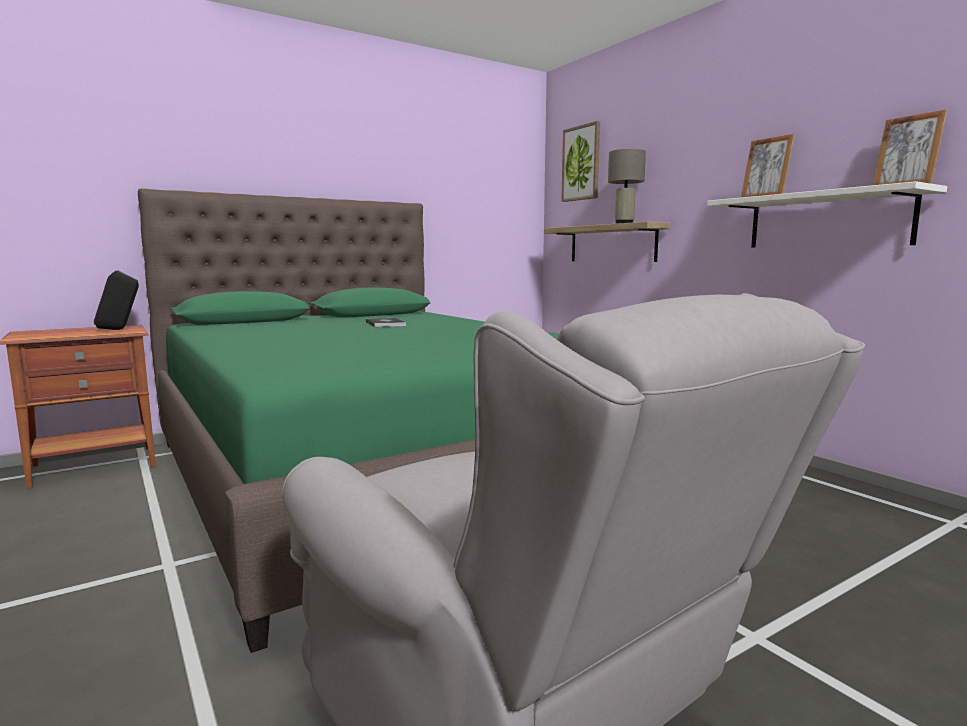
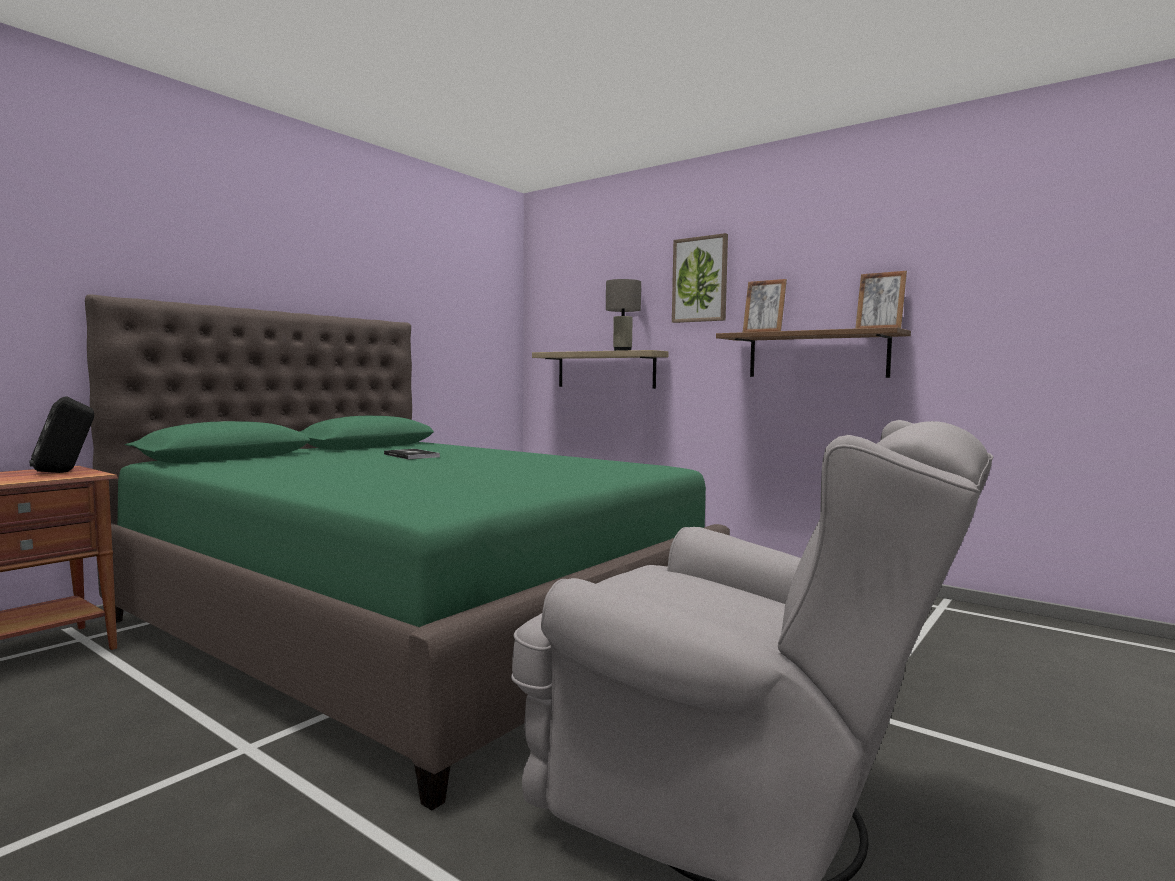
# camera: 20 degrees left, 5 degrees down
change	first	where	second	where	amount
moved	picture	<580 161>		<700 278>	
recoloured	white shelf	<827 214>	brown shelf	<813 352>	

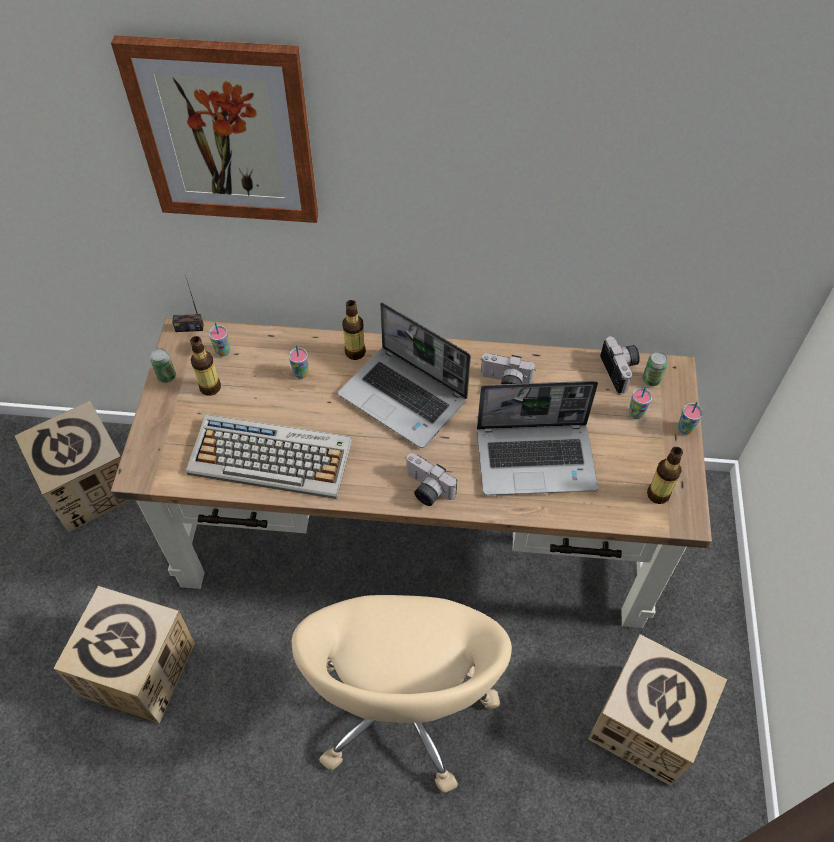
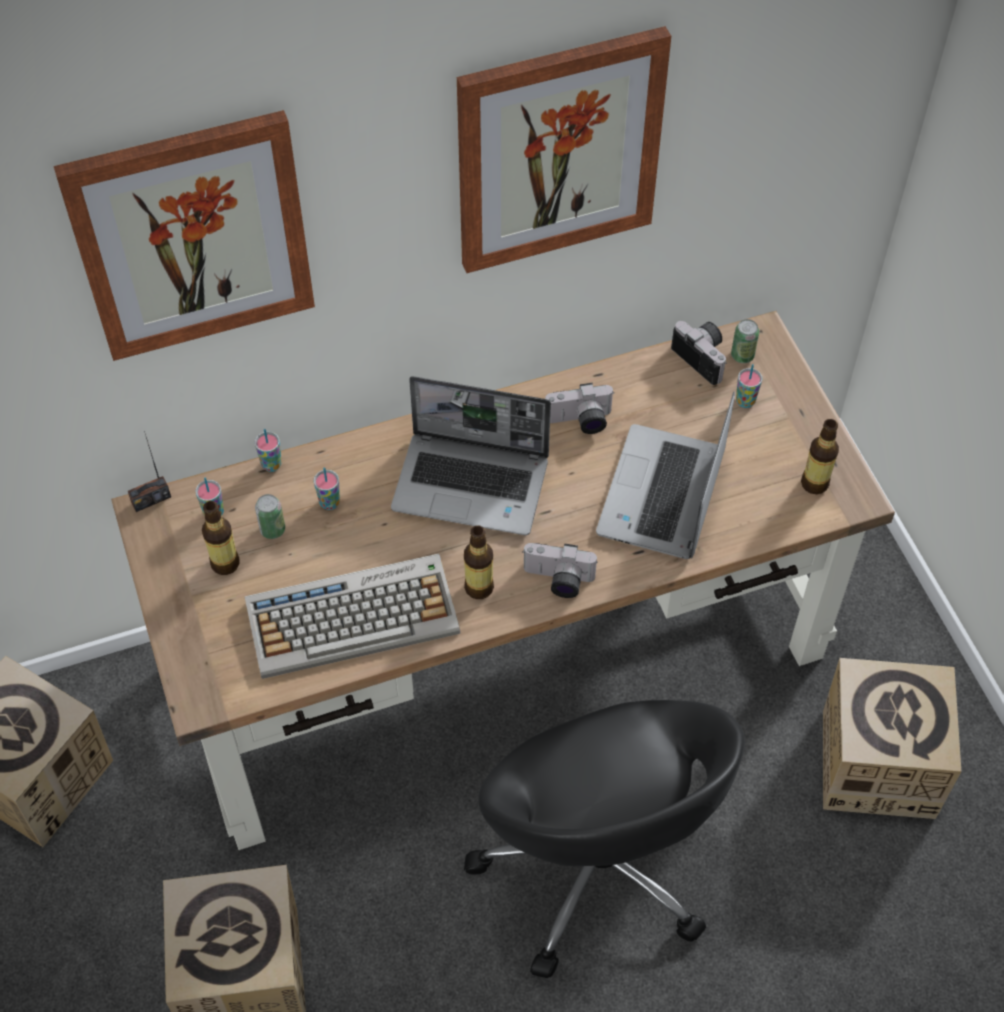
# camera: 25 degrees left, 0 degrees up
change	first	where	second	where	amount
added			picture	<564 149>	
moved	can	<163 365>		<270 516>	
moved	bottle	<354 330>		<479 562>	
moved	cup	<690 418>		<268 450>	
recoloured	beige office chair	<402 694>	black office chair	<604 839>	
turned	laptop	<537 438>		<665 475>	135 degrees clockwise

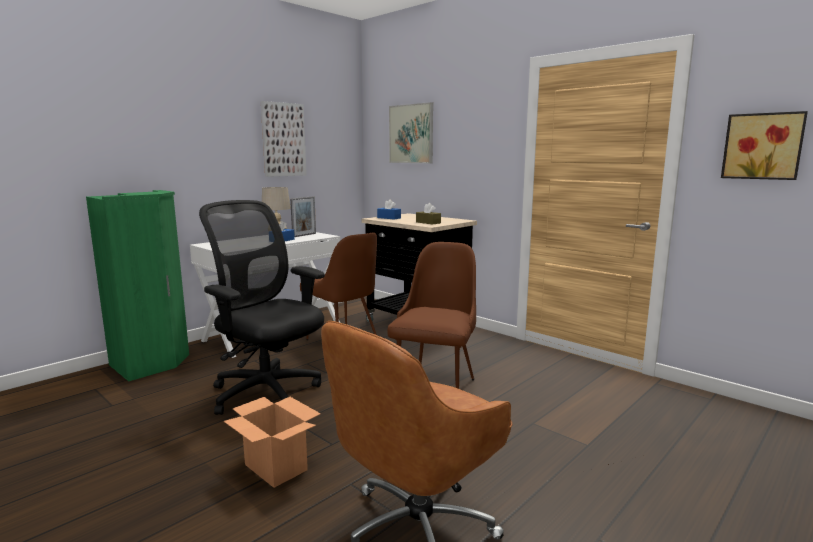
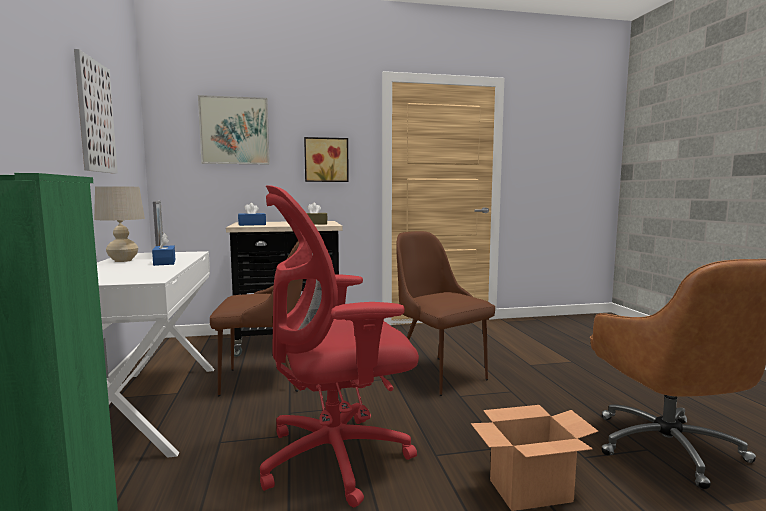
# camera: 55 degrees left, 5 degrees down
change	first	where	second	where	amount
moved	picture	<764 145>		<326 159>	
recoloured	black office chair	<262 307>	red office chair	<339 346>	

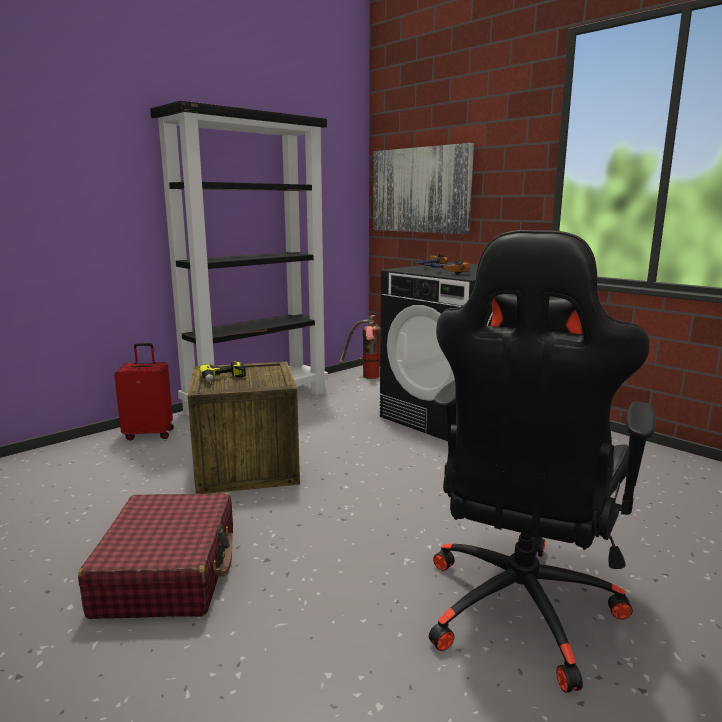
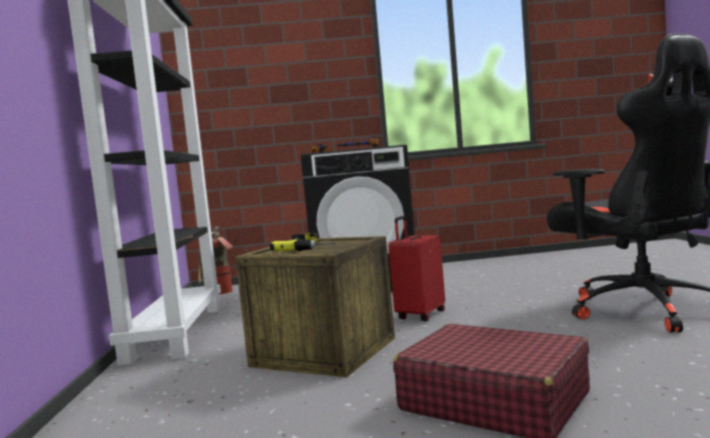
# camera: 50 degrees left, 10 degrees down
change	first	where	second	where	amount
removed	picture	<423 188>			
moved	red suitcase	<144 391>		<417 268>	

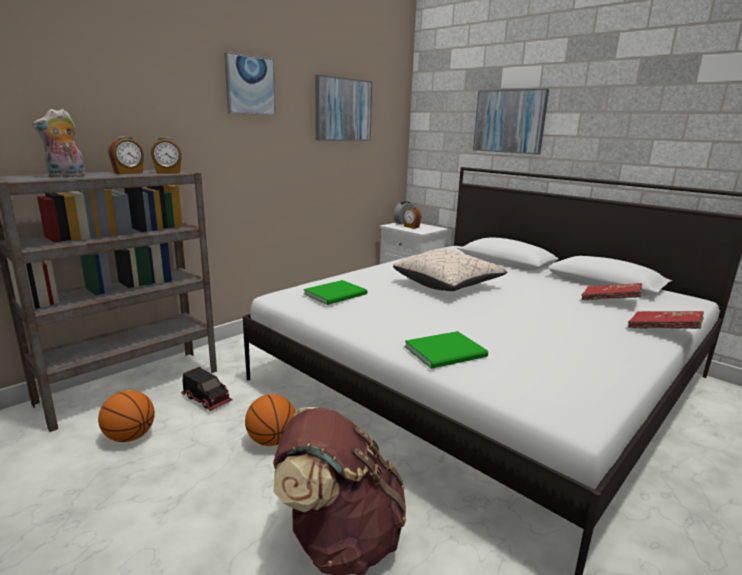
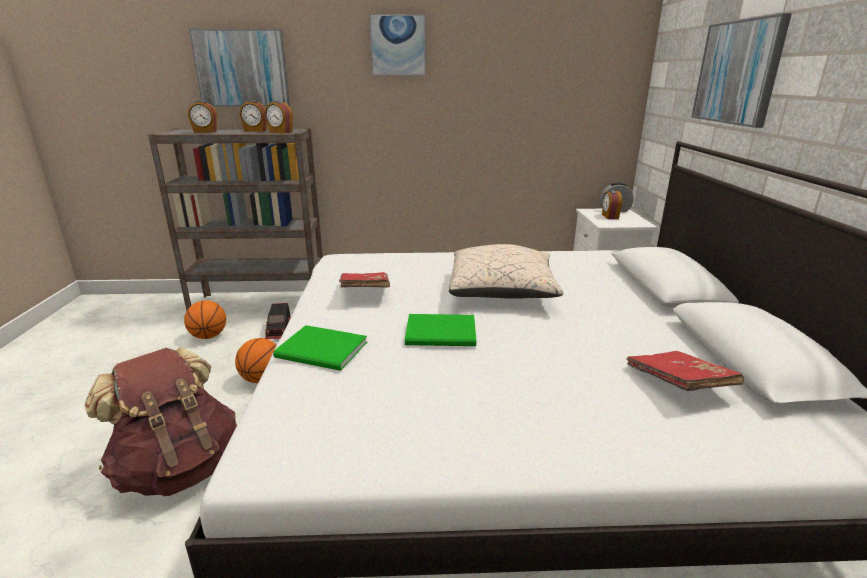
# camera: 45 degrees right, 5 degrees up
change	first	where	second	where	amount
moved	green book	<335 292>		<440 330>	
moved	picture	<343 108>		<239 68>	
moved	red book	<666 320>		<364 280>	
replaced	plush toy	<58 143>	alarm clock	<202 116>	

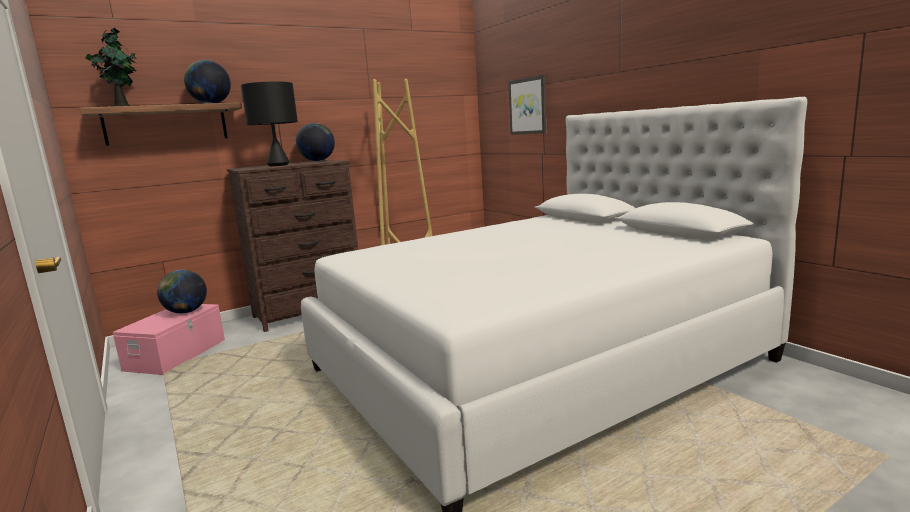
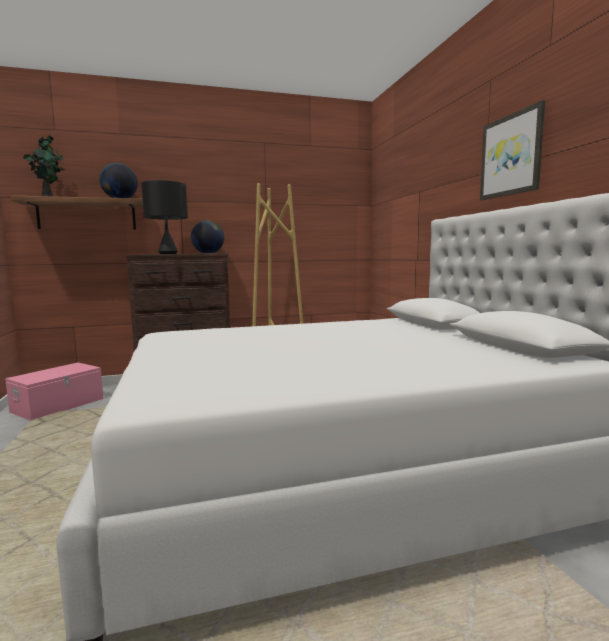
# camera: 15 degrees right, 5 degrees down
change	first	where	second	where	amount
removed	globe	<182 292>			
moved	picture	<527 105>		<512 150>	

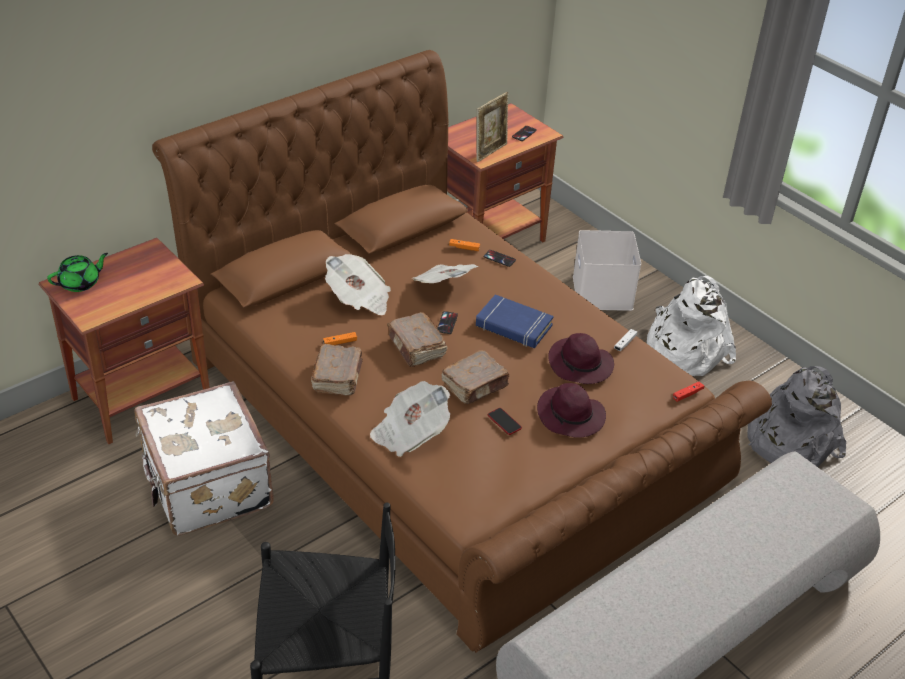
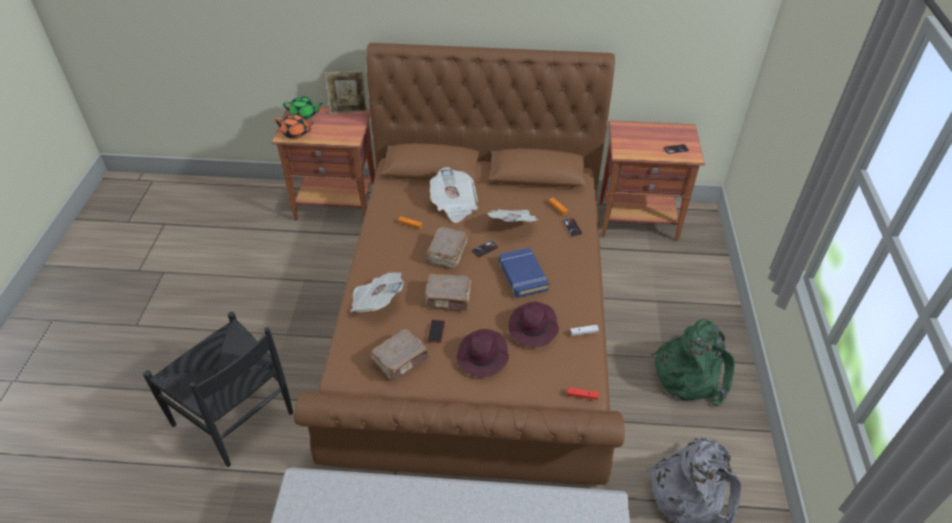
# camera: 45 degrees right, 5 degrees up
change	first	where	second	where	amount
removed	white suitcase	<204 458>			
removed	white storage box	<607 270>			
added			orange teapot	<294 126>	
moved	brown book	<337 370>		<400 354>	
moved	picture frame	<492 127>		<346 92>	
recoloured	white backpack	<691 326>	green backpack	<692 362>	

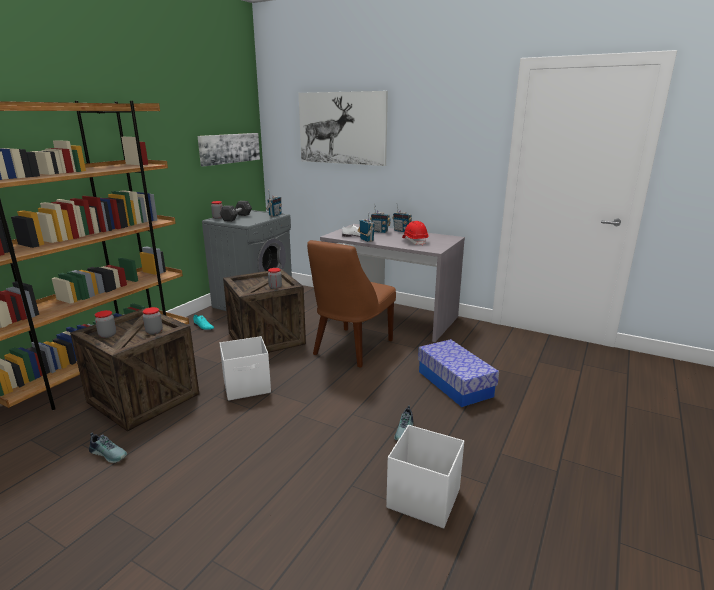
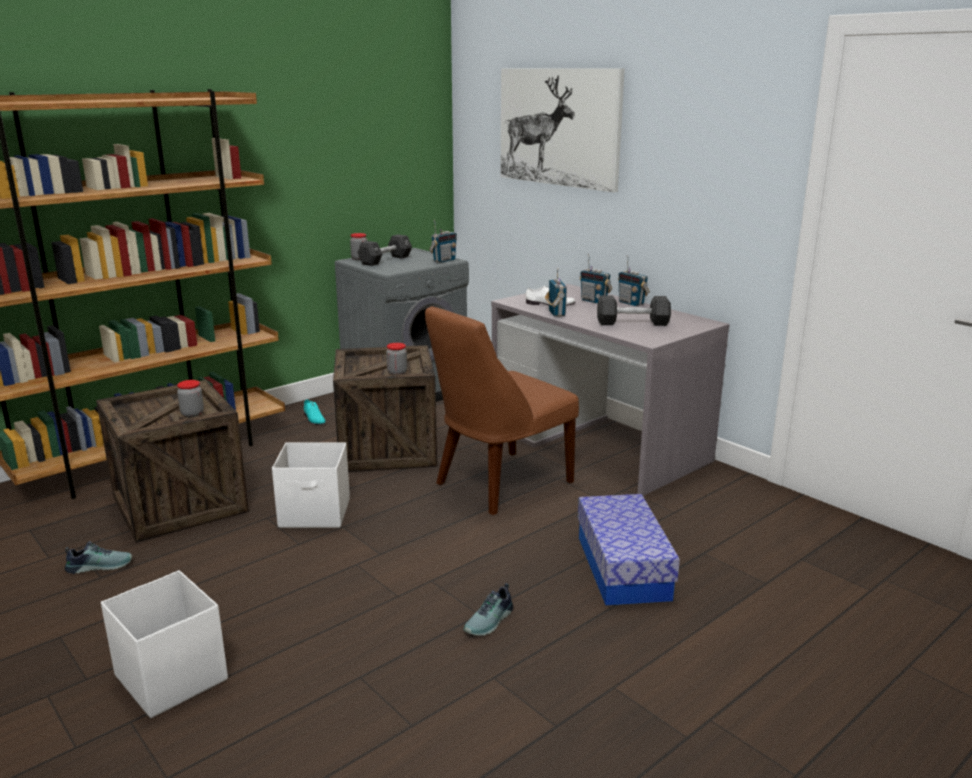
# camera: 20 degrees right, 0 degrees up
change	first	where	second	where	amount
removed	jar	<105 324>			
removed	picture	<229 149>			
moved	white storage box	<425 476>		<164 644>	
replaced	red hard hat	<415 233>	black dumbbell	<634 311>	
turned	shoe	<108 448>		<98 557>	60 degrees counterclockwise

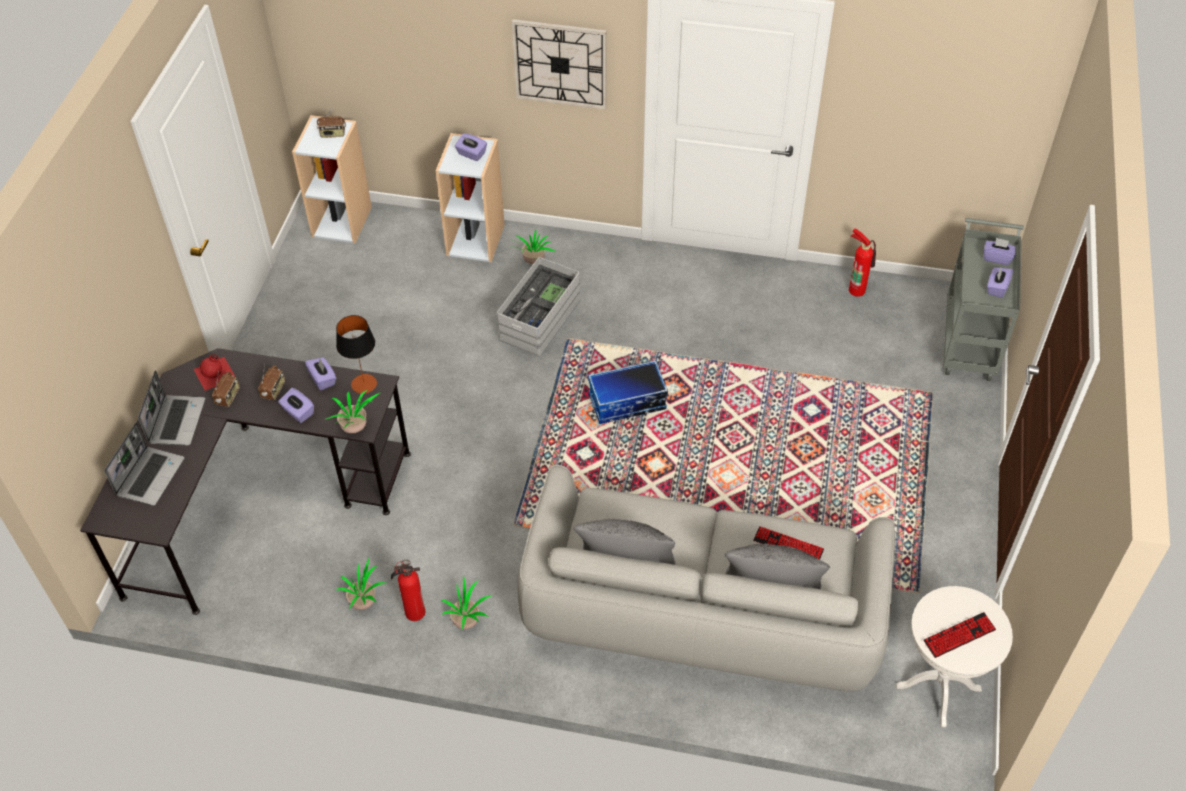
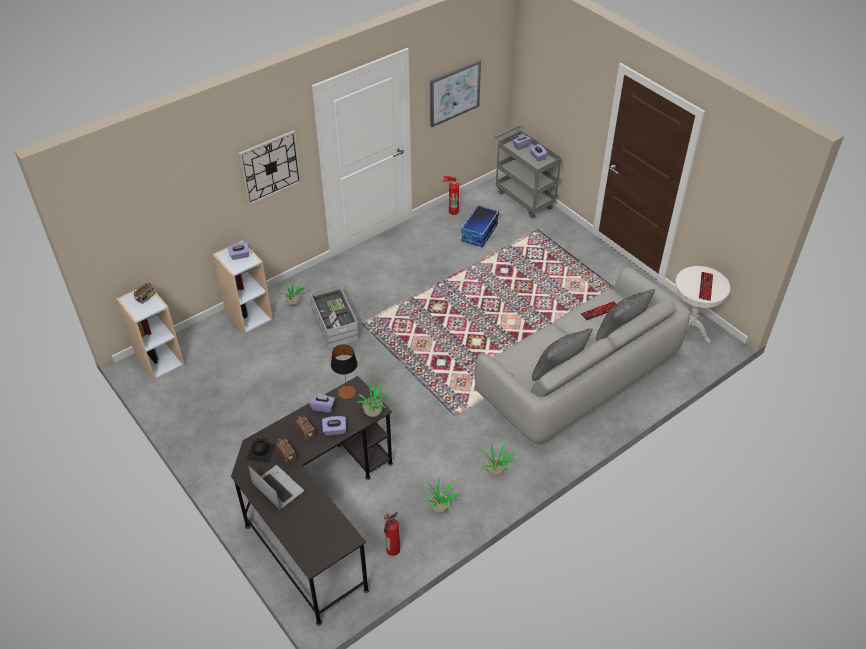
# camera: 50 degrees left, 5 degrees down
change	first	where	second	where	amount
removed	laptop	<144 464>			
added			picture	<455 93>	
moved	fire extinguisher	<408 590>		<392 534>	
moved	storage box	<628 392>		<480 226>	
recoloured	red bottle	<214 372>	black bottle	<261 450>	

